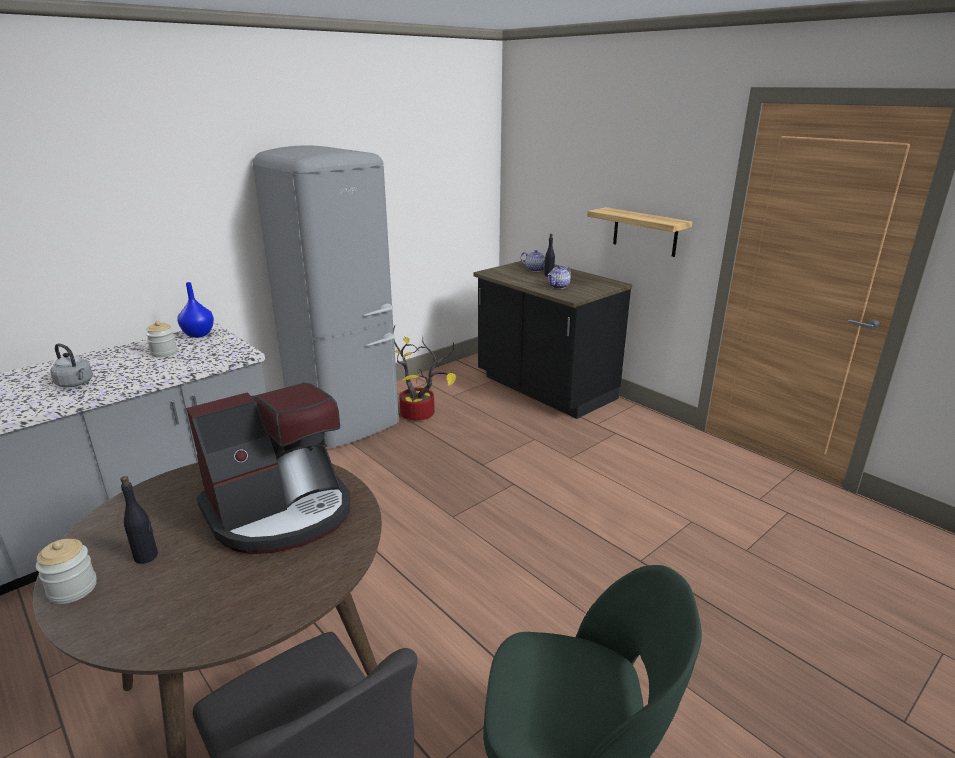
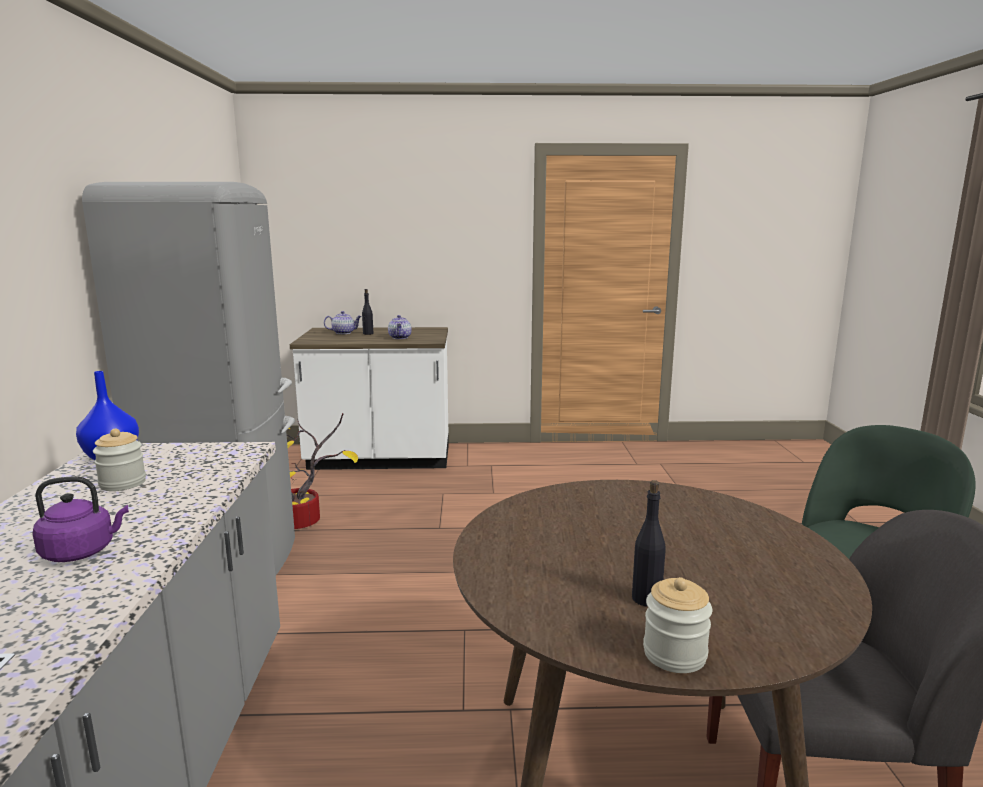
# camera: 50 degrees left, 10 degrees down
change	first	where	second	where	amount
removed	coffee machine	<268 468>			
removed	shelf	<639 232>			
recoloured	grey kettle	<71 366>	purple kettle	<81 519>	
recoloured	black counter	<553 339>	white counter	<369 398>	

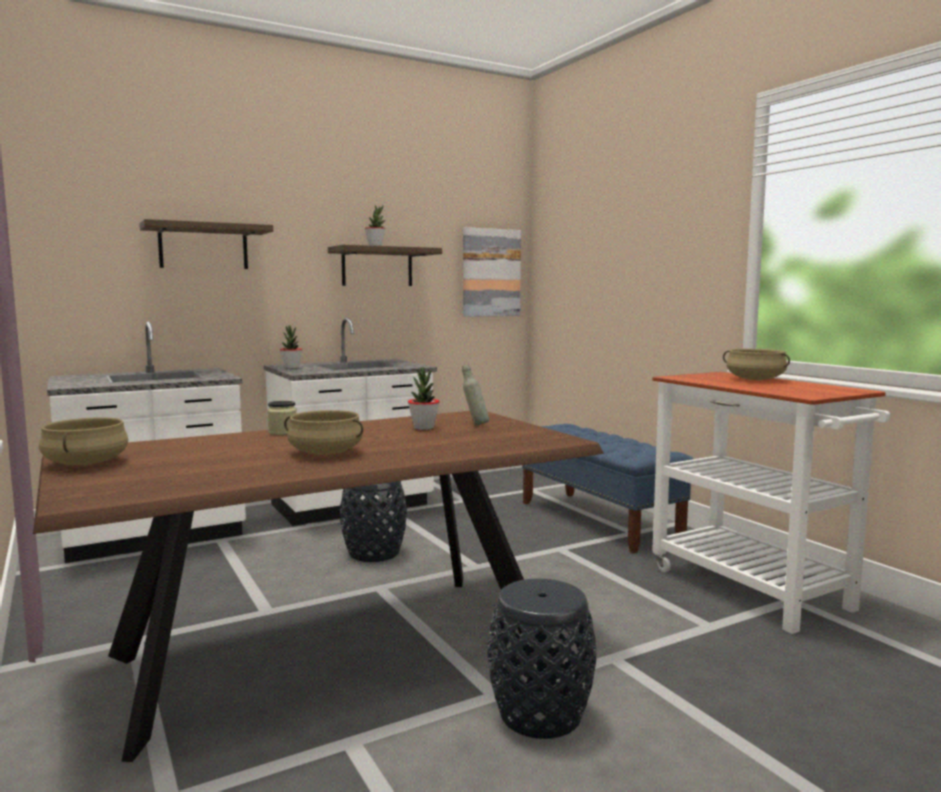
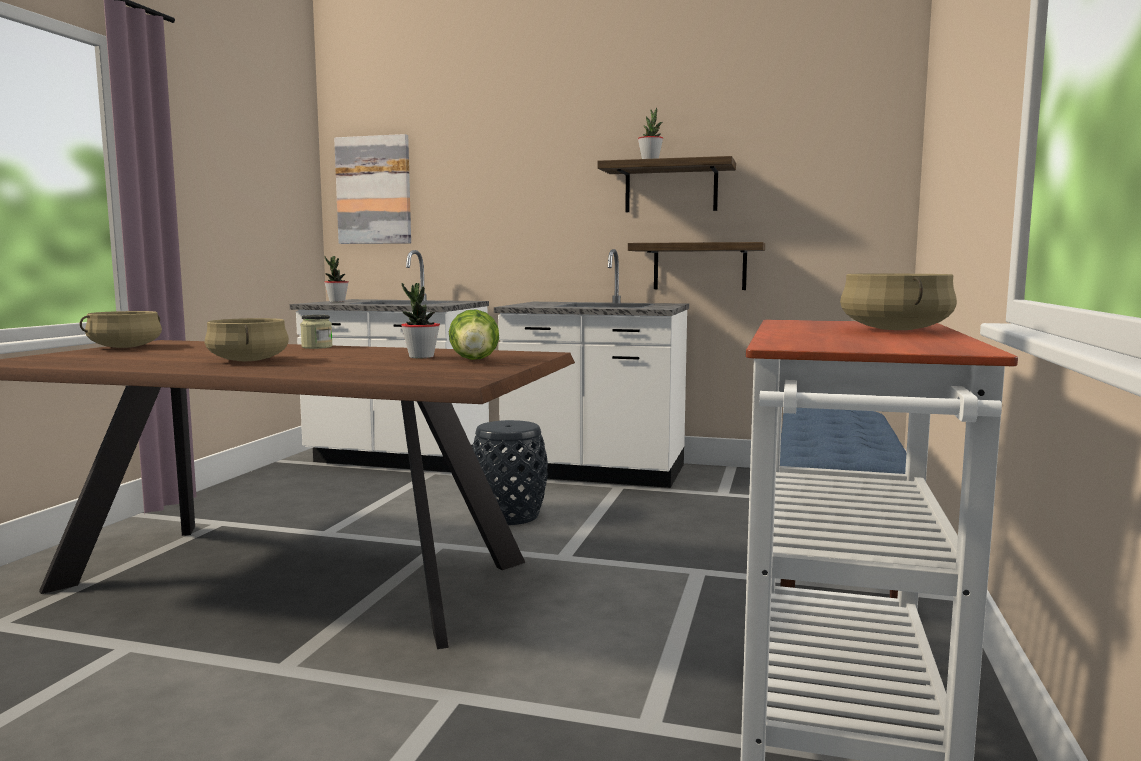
# camera: 45 degrees right, 0 degrees up
change	first	where	second	where	amount
removed	black stool	<542 658>			
moved	shelf	<206 244>		<696 266>	
moved	potted plant	<291 347>		<336 279>	
moved	picture	<492 272>		<372 189>	
replaced	grey bottle	<475 395>	lettuce	<474 334>	

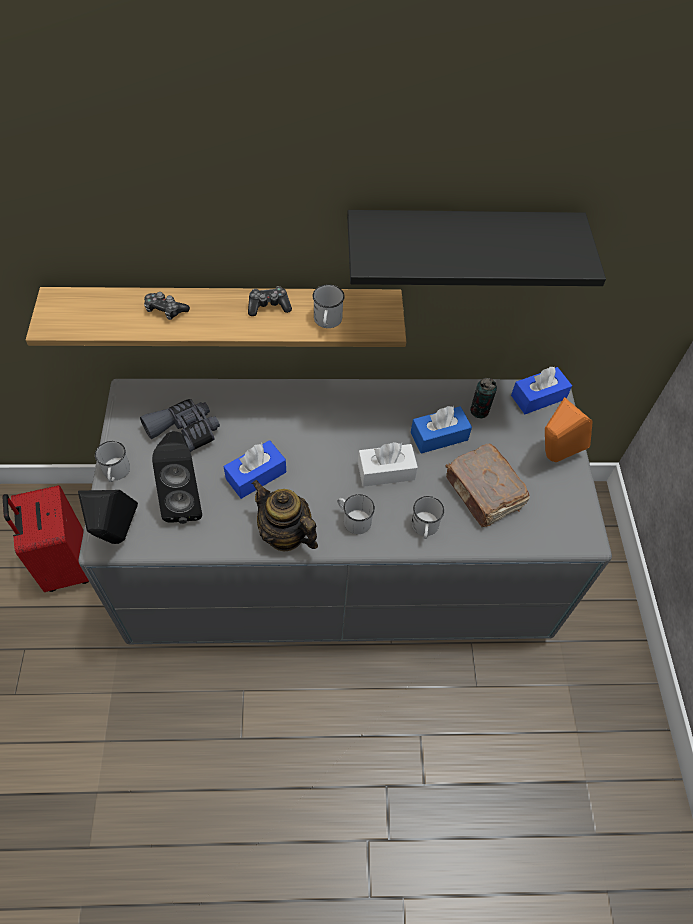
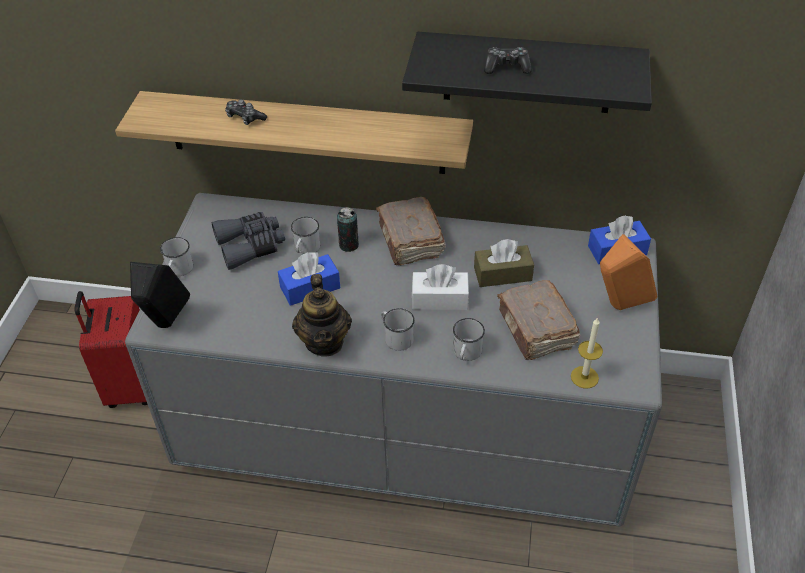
# camera: 15 degrees right, 10 degrees down
change	first	where	second	where	amount
removed	black speaker	<177 477>			
added			brown book	<411 231>	
added			candle	<587 352>	
moved	game controller	<270 301>		<508 60>	
moved	white mug	<329 306>		<305 236>	
moved	can	<483 398>		<348 229>	
recoloured	blue tissue box	<441 430>	brown tissue box	<504 263>	
turned	teapot	<285 515>		<322 315>	150 degrees counterclockwise

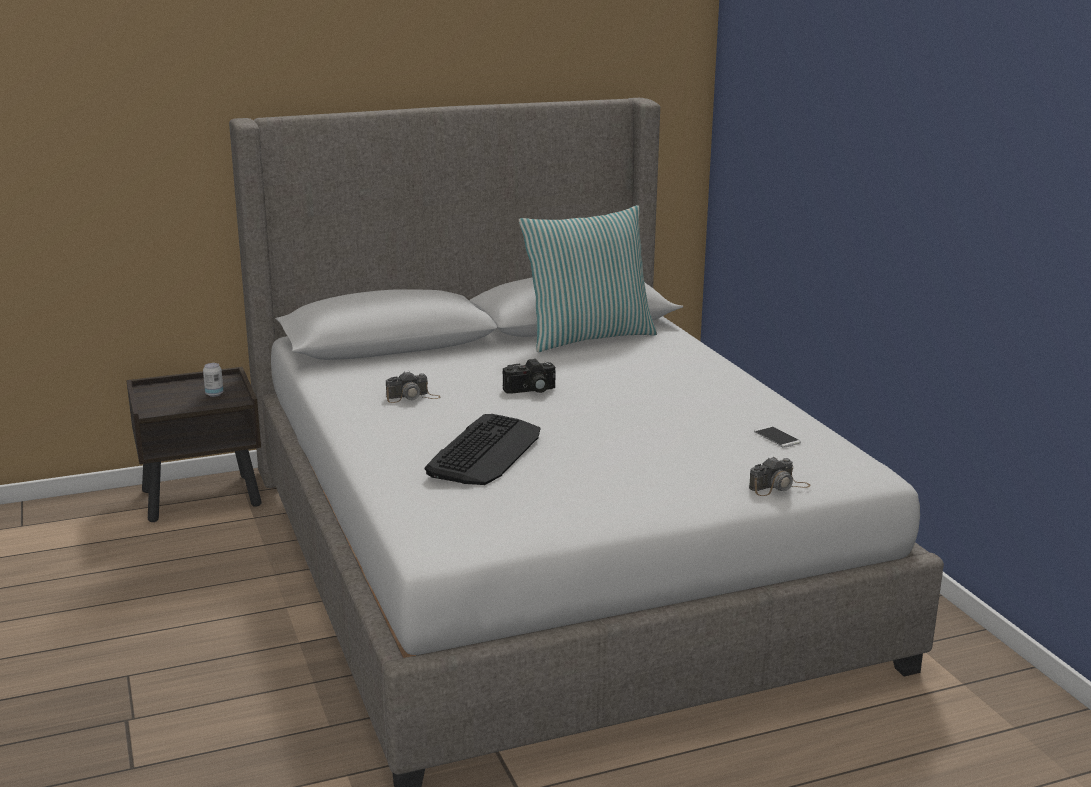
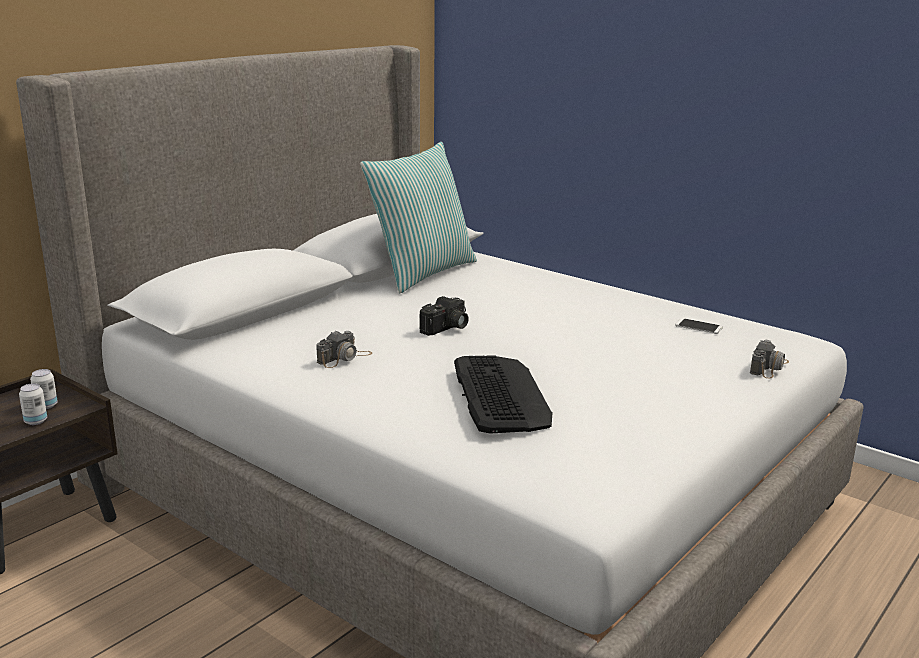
# camera: 30 degrees left, 0 degrees up
change	first	where	second	where	amount
added			can	<33 404>	

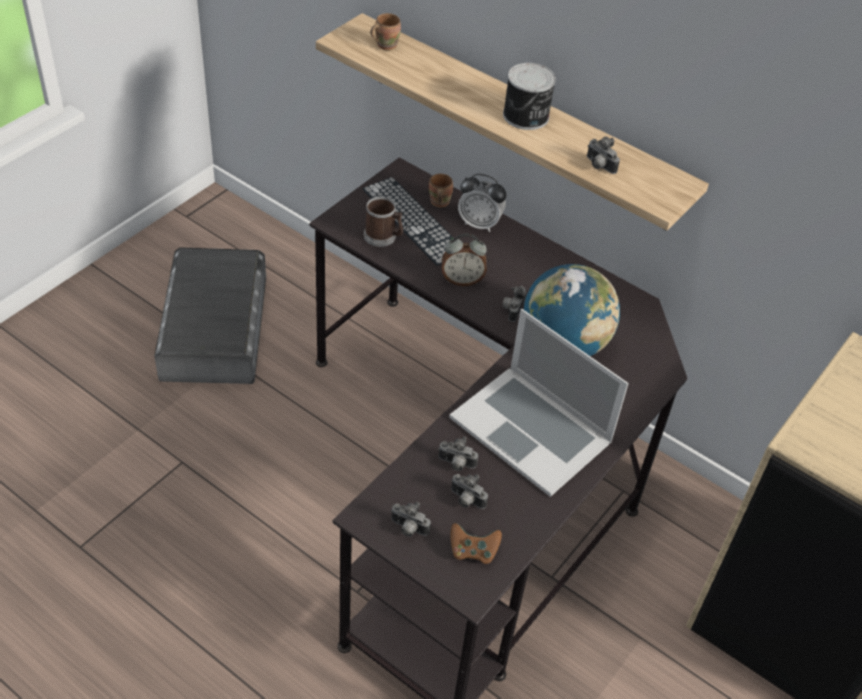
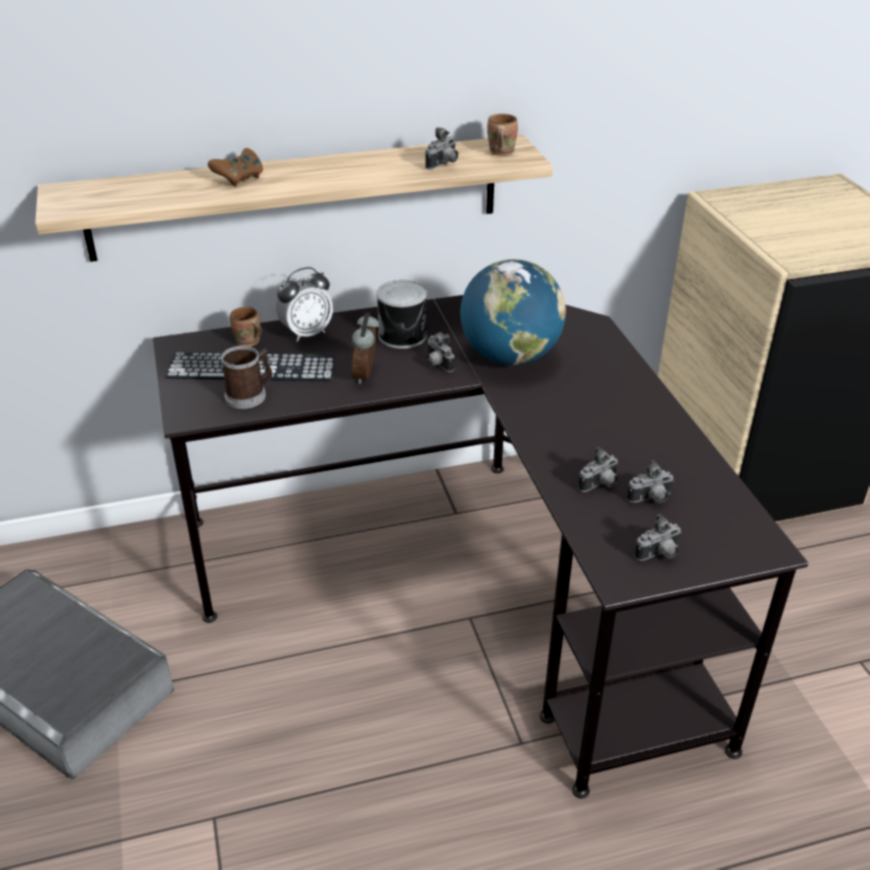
# camera: 50 degrees left, 10 degrees down
change	first	where	second	where	amount
removed	laptop	<539 403>			
moved	brown mug	<386 32>		<502 135>	
moved	brown game controller	<476 543>		<235 167>	
moved	can	<529 96>		<401 314>	
turned	alarm clock	<464 260>		<365 348>	150 degrees clockwise
turned	photo camera	<603 155>		<441 148>	45 degrees counterclockwise

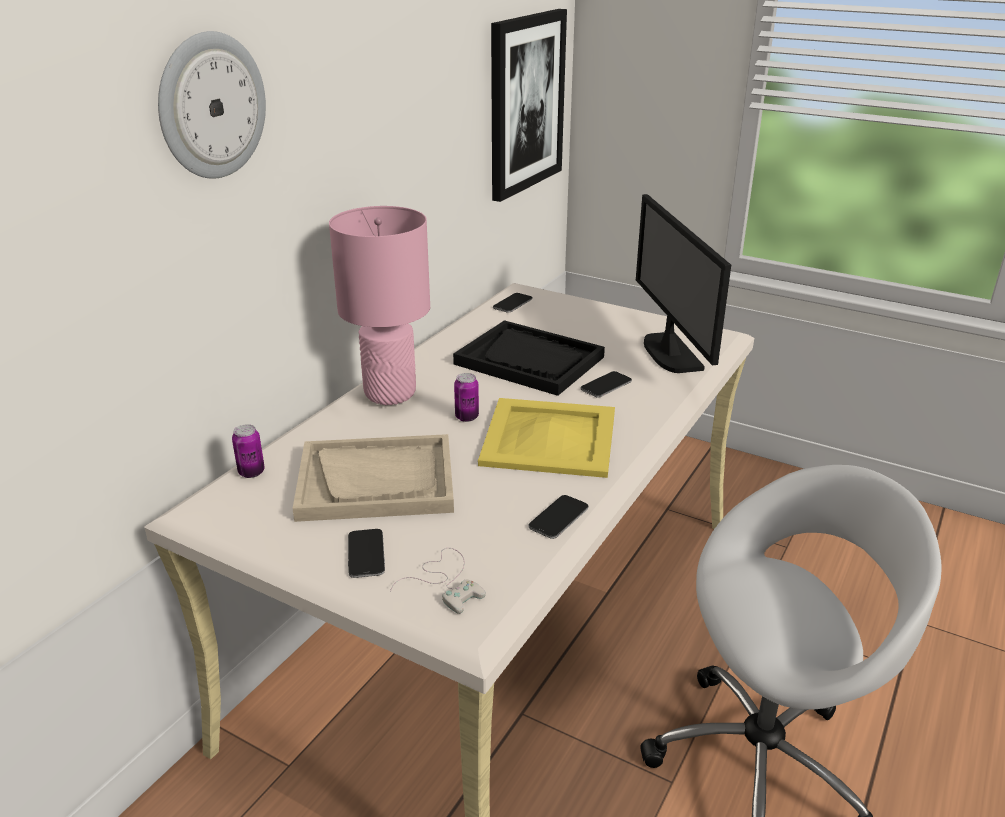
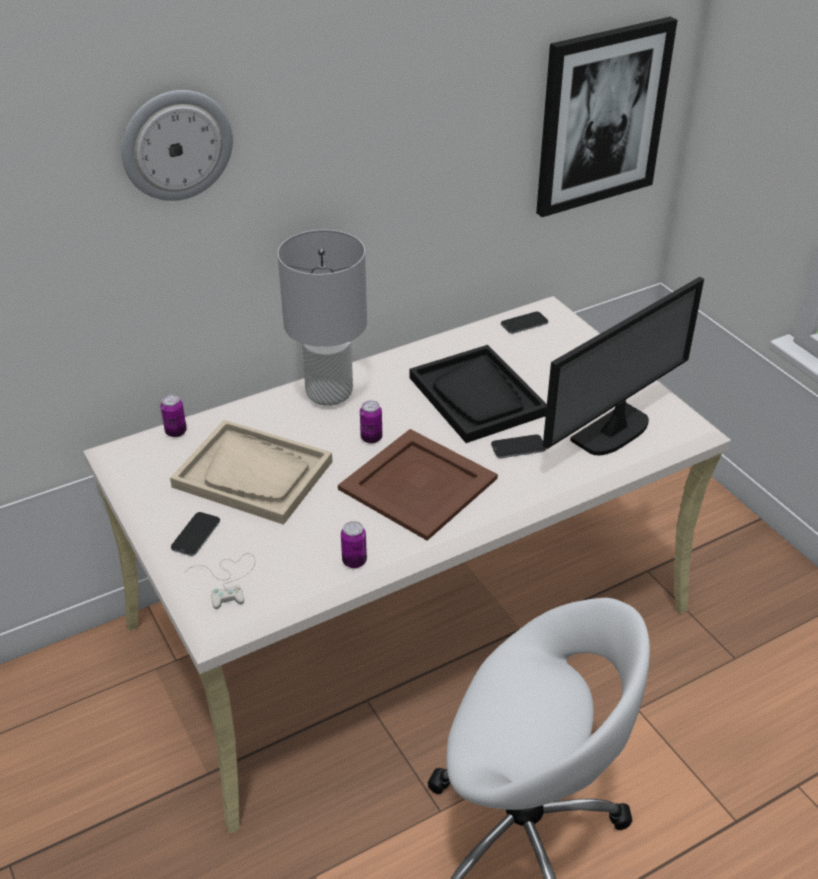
# camera: 30 degrees right, 10 degrees up
change	first	where	second	where	amount
replaced	phone	<558 517>	can	<354 544>	
recoloured	pink table lamp	<379 305>	grey table lamp	<322 318>	
recoloured	yellow tray	<546 438>	brown tray	<418 485>	
turned	monitor	<683 283>		<623 366>	150 degrees counterclockwise

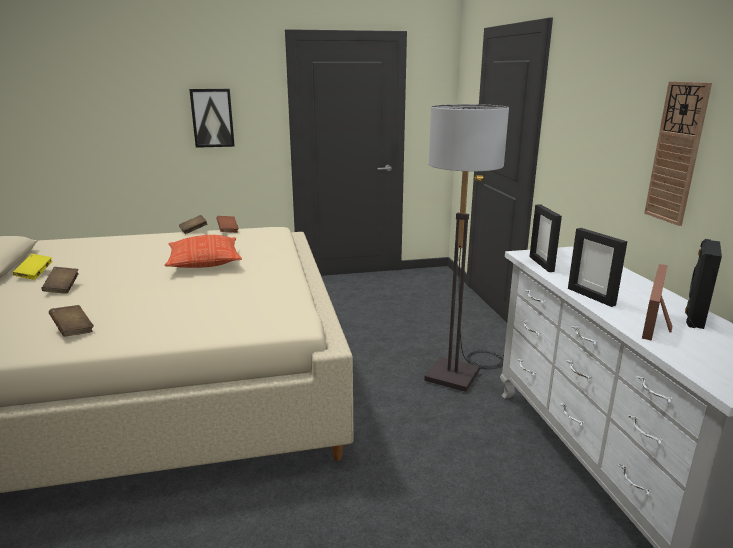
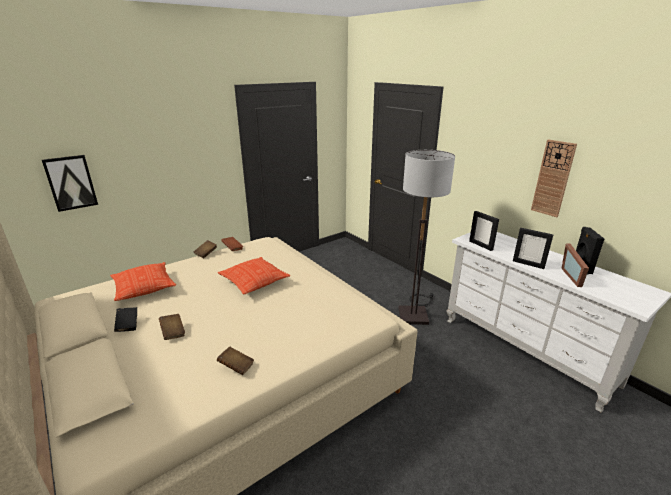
# camera: 25 degrees left, 5 degrees up
change	first	where	second	where	amount
added			orange pillow	<143 281>	
moved	picture	<212 118>		<70 183>	
recoloured	yellow book	<32 267>	black book	<125 319>	

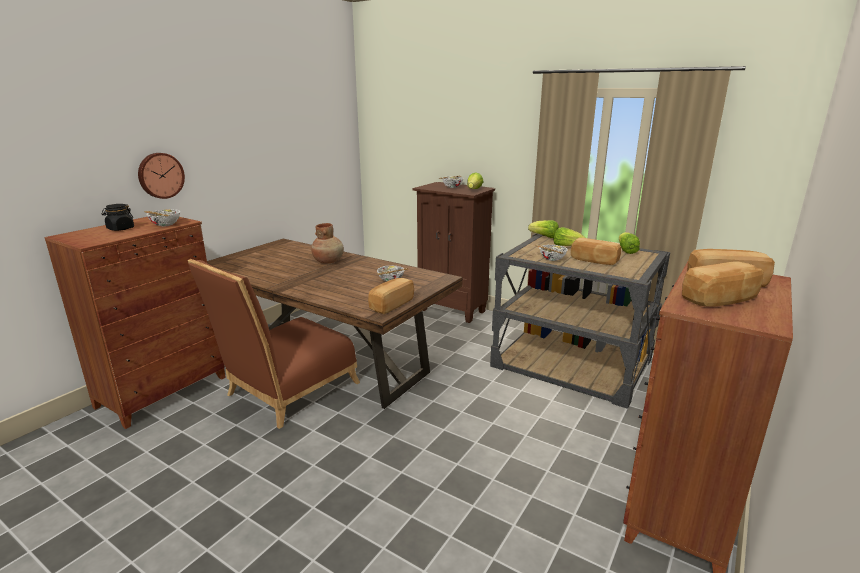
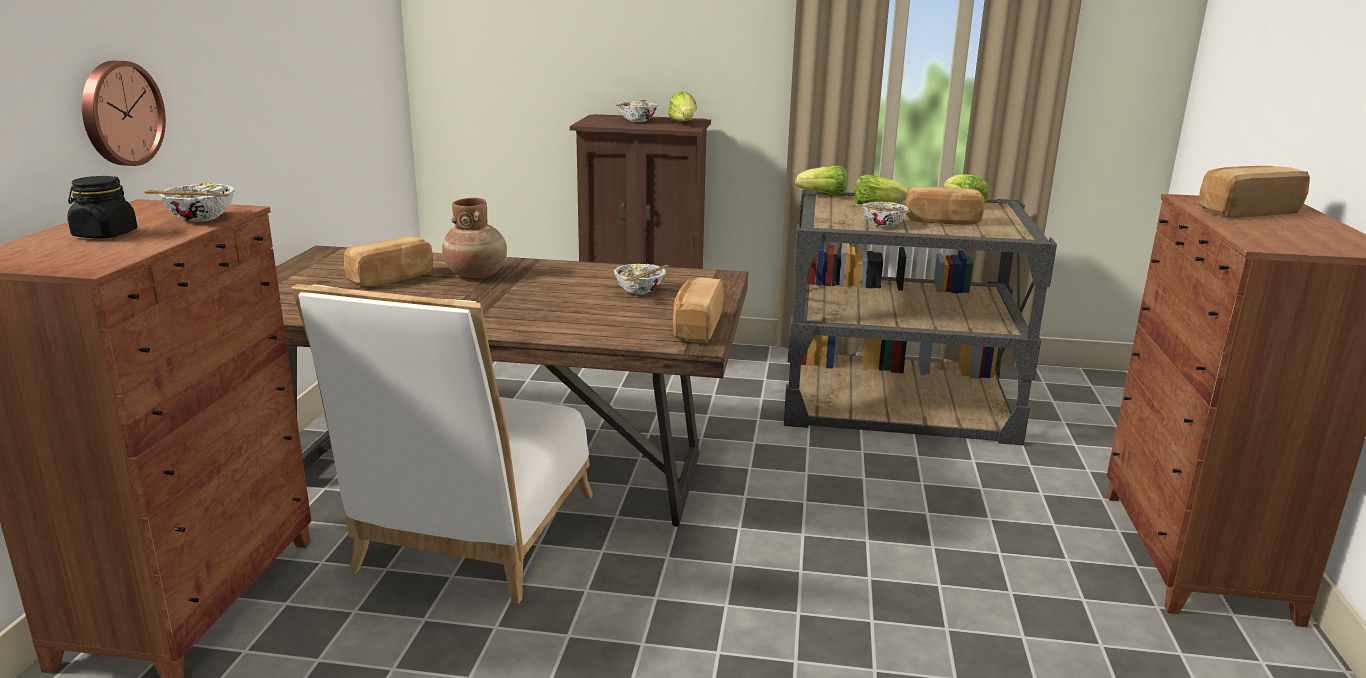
# camera: 25 degrees left, 0 degrees up
change	first	where	second	where	amount
moved	bread	<723 284>		<388 261>	
recoloured	brown chair	<274 344>	white chair	<442 444>	

